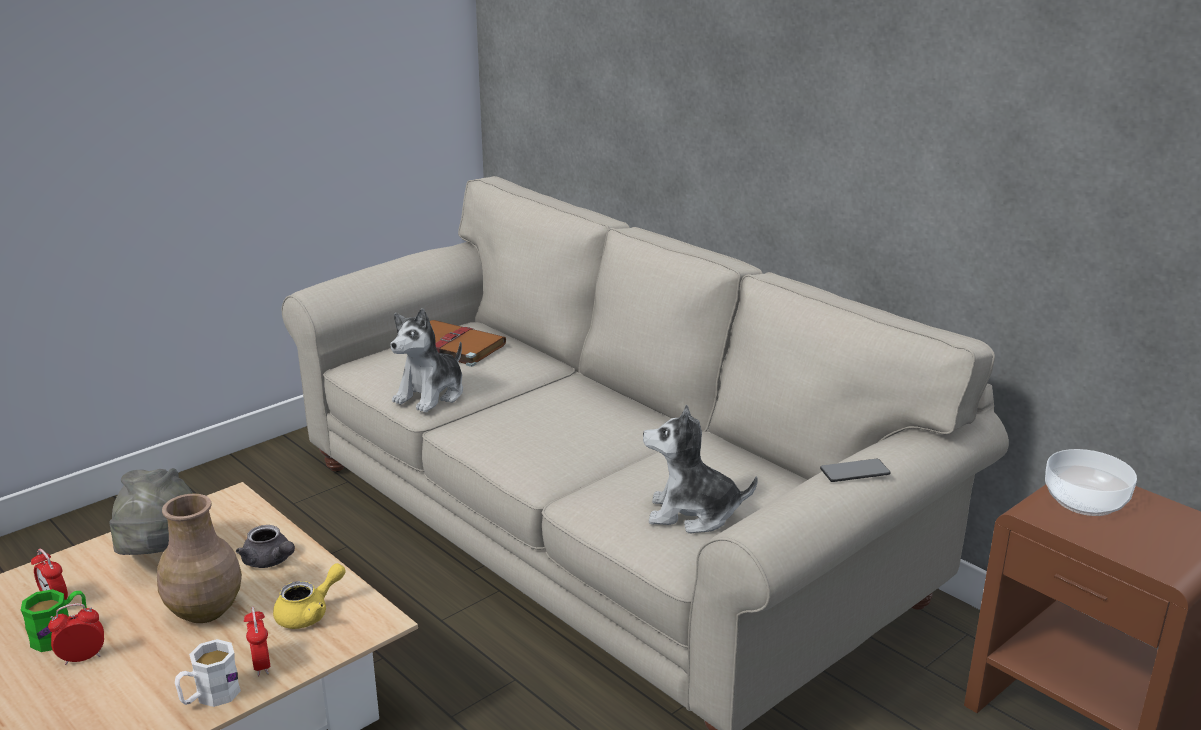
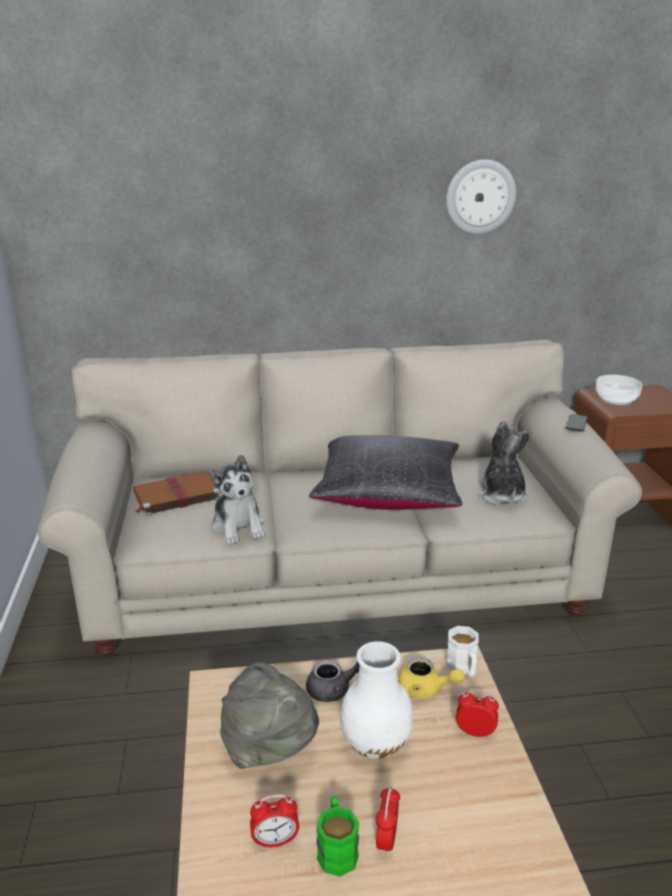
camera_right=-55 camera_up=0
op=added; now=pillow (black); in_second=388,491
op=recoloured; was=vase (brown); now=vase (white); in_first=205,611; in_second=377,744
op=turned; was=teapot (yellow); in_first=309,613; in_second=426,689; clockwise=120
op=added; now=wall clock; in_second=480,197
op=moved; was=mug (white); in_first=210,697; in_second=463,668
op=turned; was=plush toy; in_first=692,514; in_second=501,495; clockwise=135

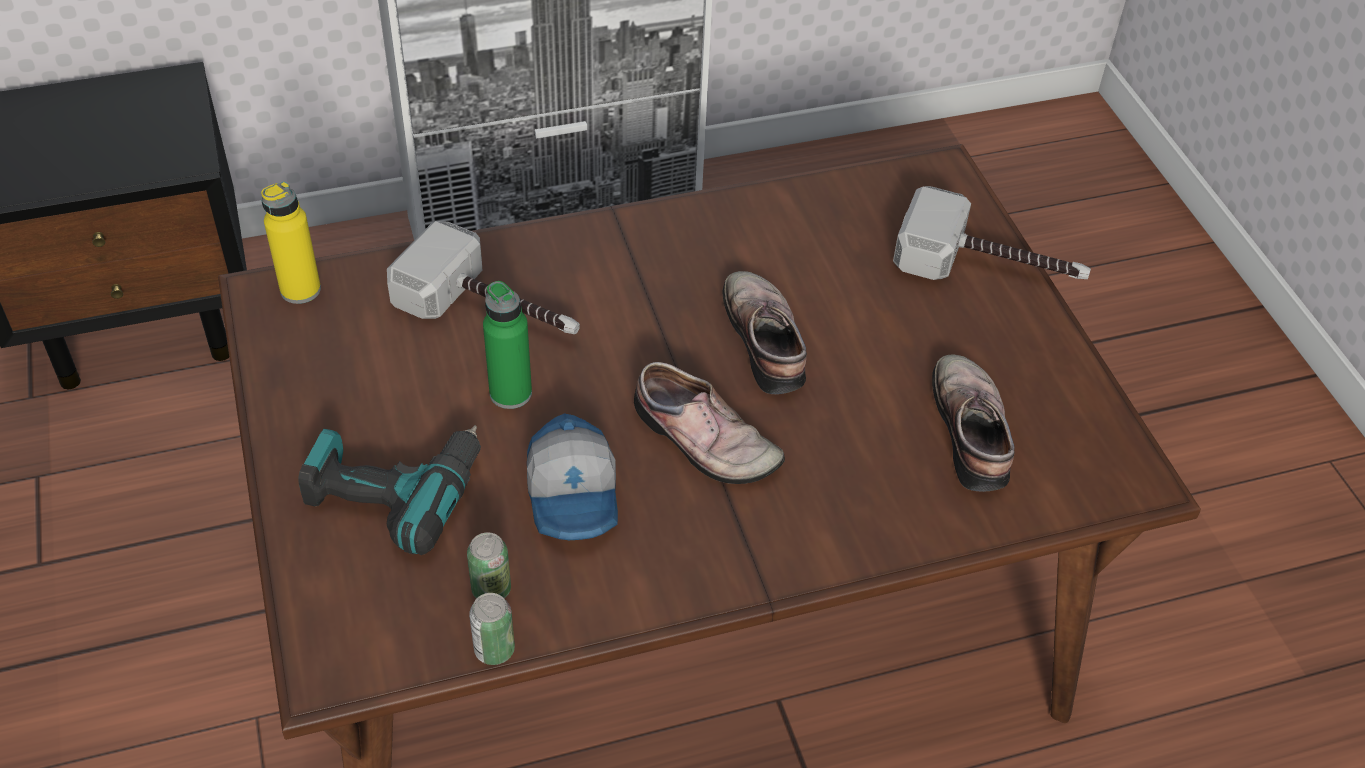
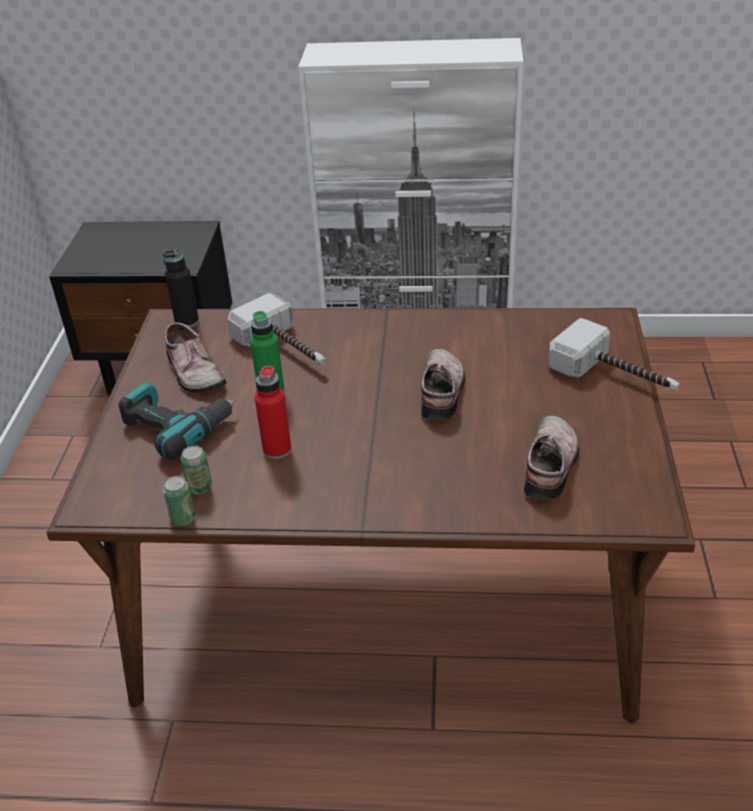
camera_right=25 camera_up=-10
op=recoloured; was=bottle (yellow); now=bottle (black); in_first=300,290; in_second=187,322
op=moved; was=shoe; in_first=702,442; in_second=192,372
op=replaced; was=cap; now=bottle (red); in_first=575,495; in_second=277,450

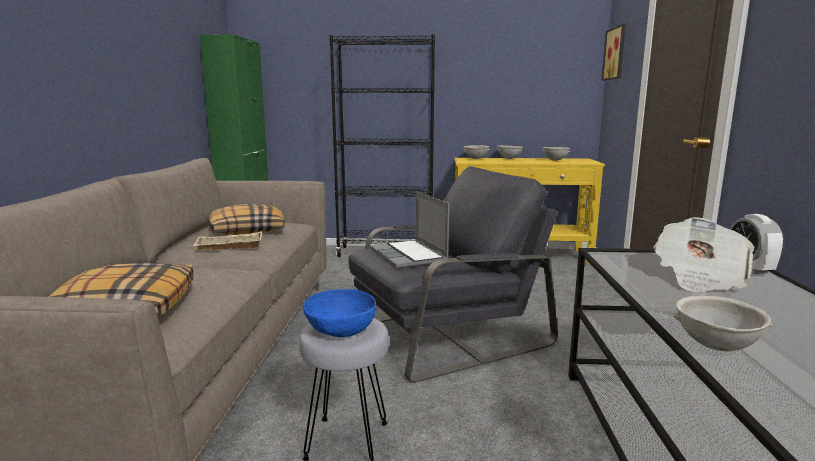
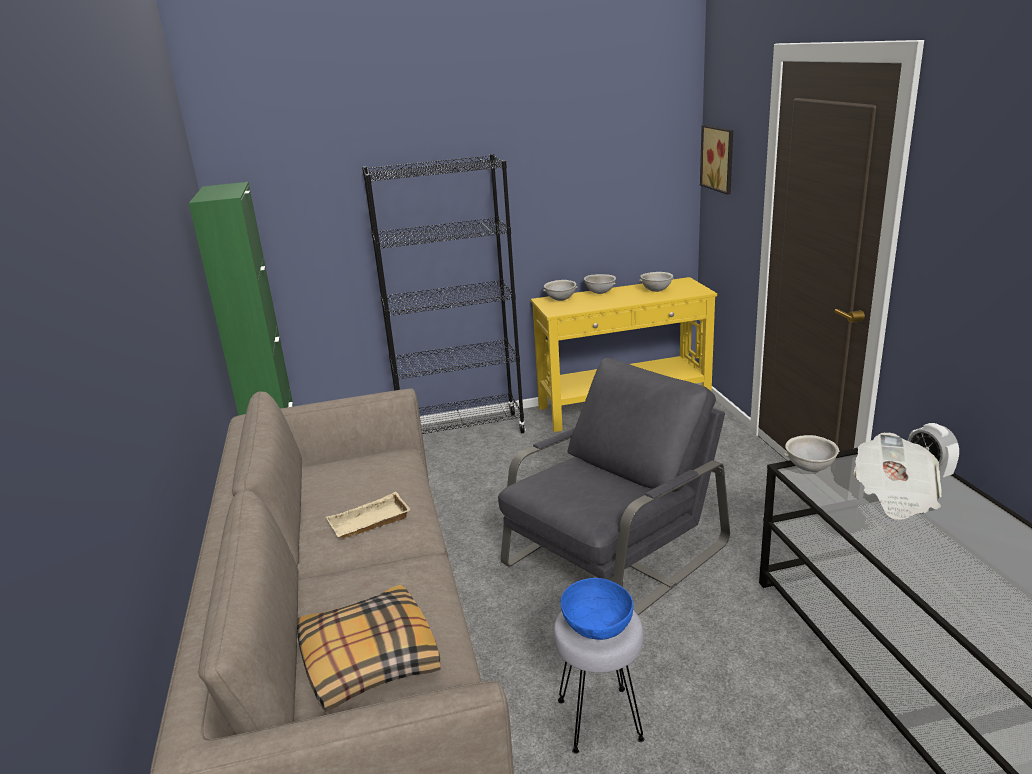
camera_right=-15 camera_up=10
op=moved; was=bowl (grey); in_first=716,347; in_second=810,469
op=removed; was=pillow; in_first=246,230
op=removed; was=laptop; in_first=409,256

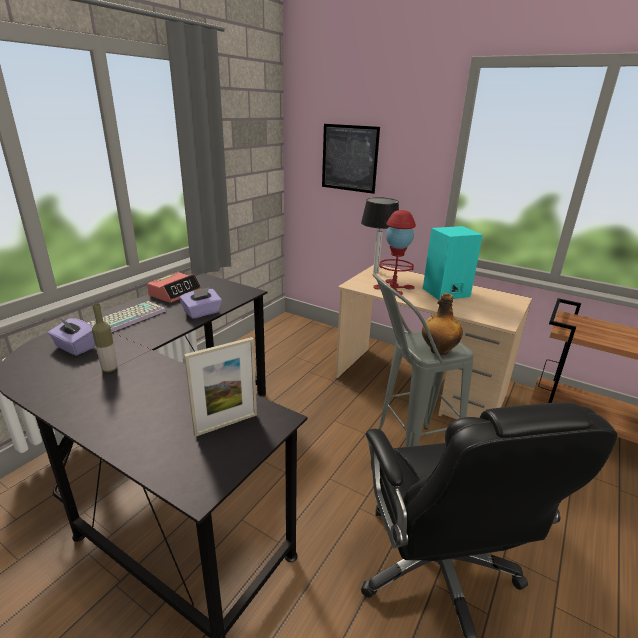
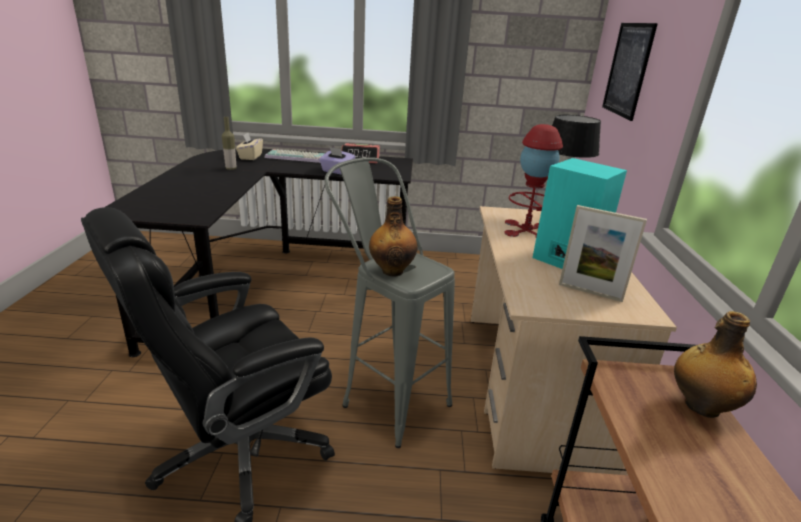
camera_right=60 camera_up=0
op=recoloured; was=tissue box (purple); now=tissue box (beige); in_first=75,347; in_second=250,157
op=moved; was=picture frame; in_first=226,424; in_second=590,292
op=added; now=bottle; in_second=700,406

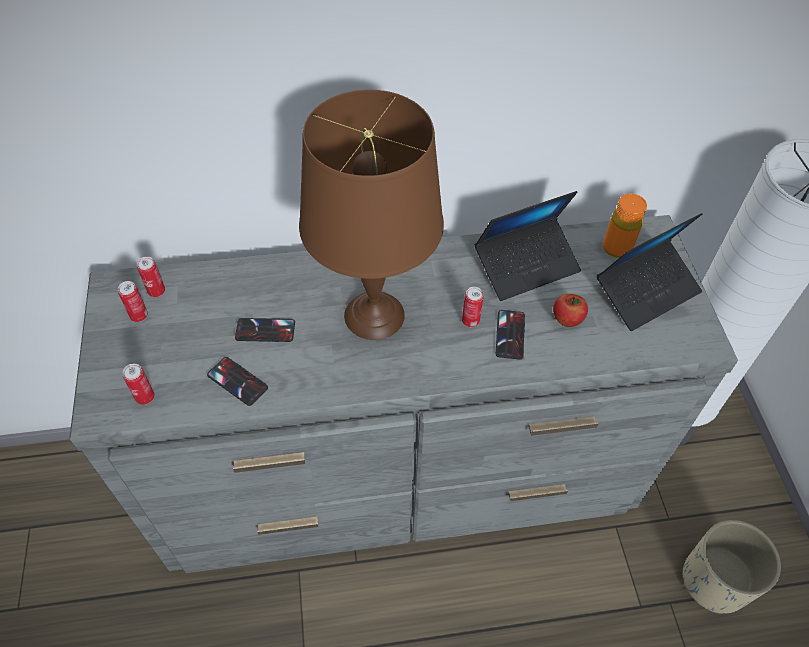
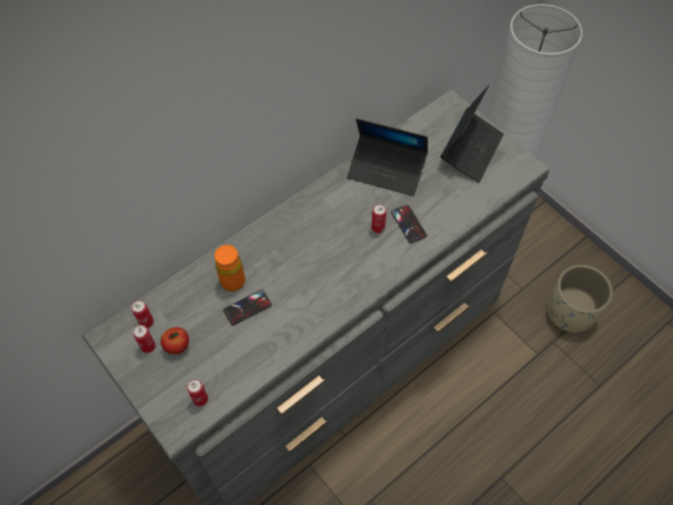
camera_right=-30 camera_up=5
op=moved; was=apple; in_first=567,320; in_second=177,346
op=moved; was=bottle (orange); in_first=617,248; in_second=233,281
op=turned; was=laptop; in_first=526,265; in_second=387,170; clockwise=75
op=removed; was=phone; in_first=237,381
op=removed; was=table lamp (brown); in_first=375,315

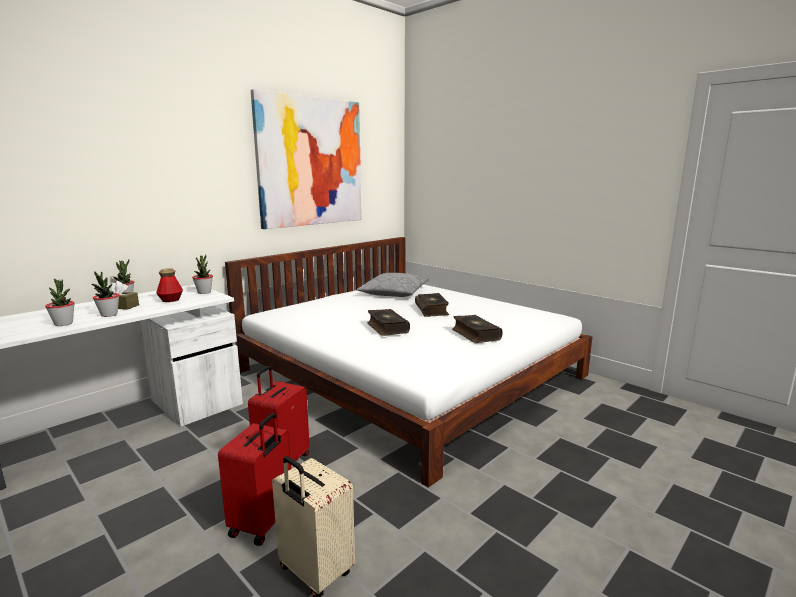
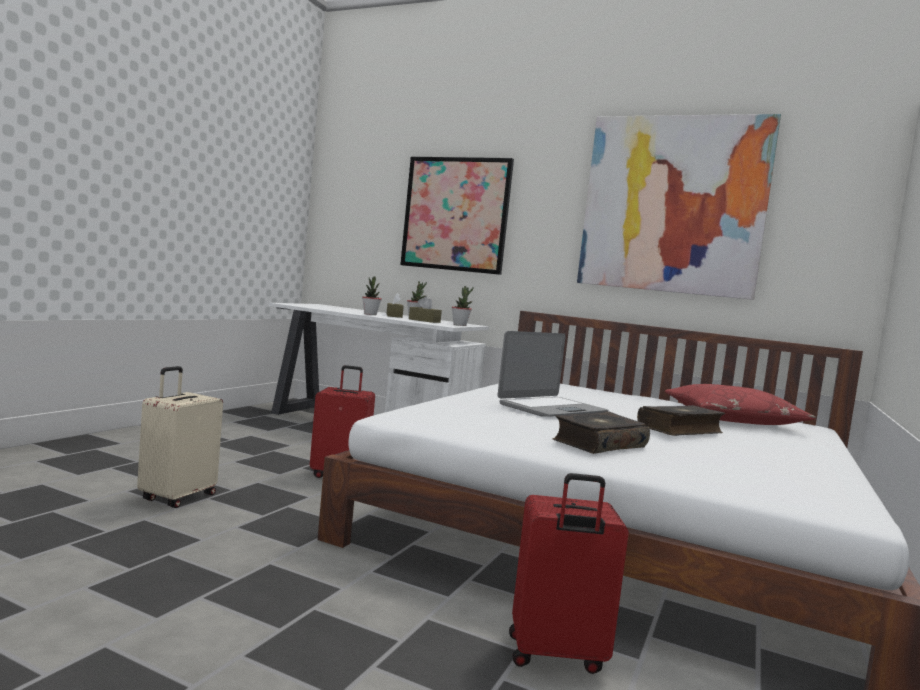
camera_right=70 camera_up=-10
op=added; now=picture; in_second=456,214
op=replaced; was=bottle; now=tissue box (brown); in_first=170,300; in_second=424,321
op=replaced; was=book; now=laptop; in_first=387,328; in_second=551,408
op=moved; was=suitcase (red); in_first=263,523; in_second=556,655
op=recoloured; was=pillow (grey); now=pillow (red); in_first=394,293; in_second=732,419
op=removed; was=potted plant; in_first=64,324

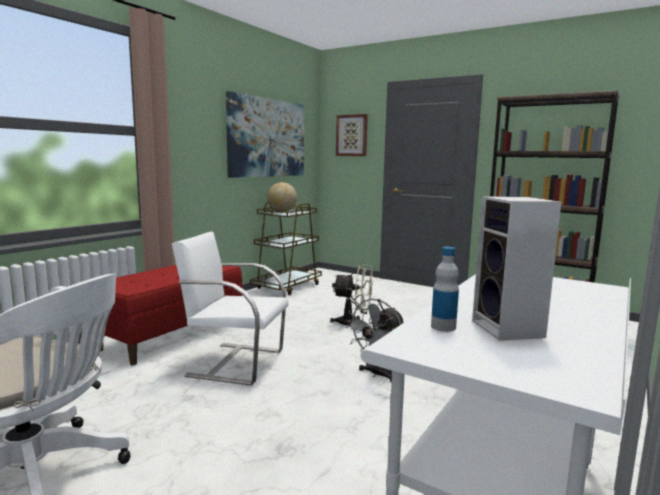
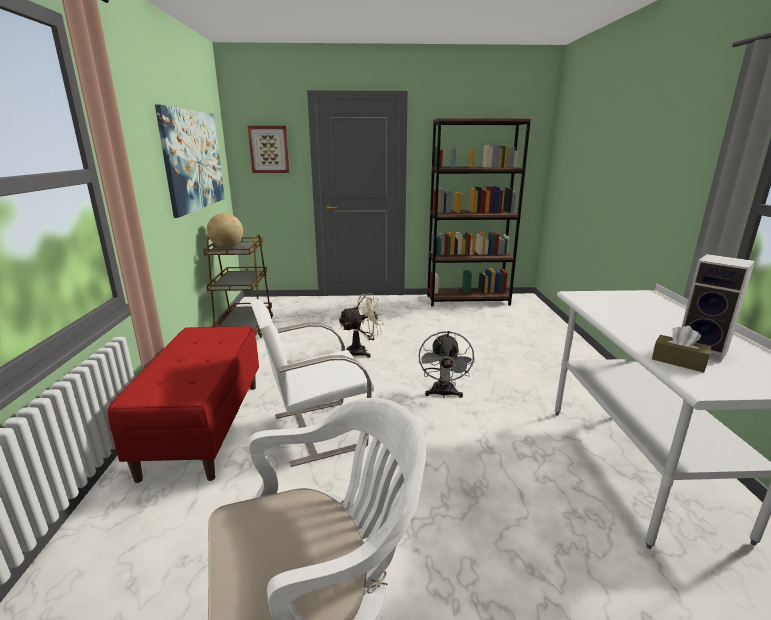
camera_right=-35 camera_up=10
op=replaced; was=bottle; now=tissue box (brown); in_first=443,327; in_second=678,361

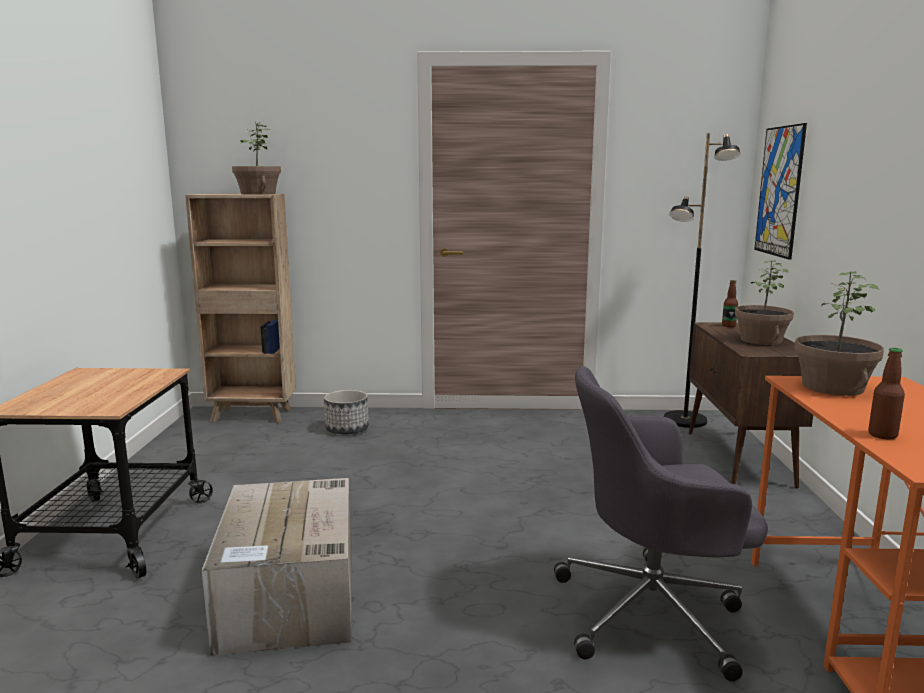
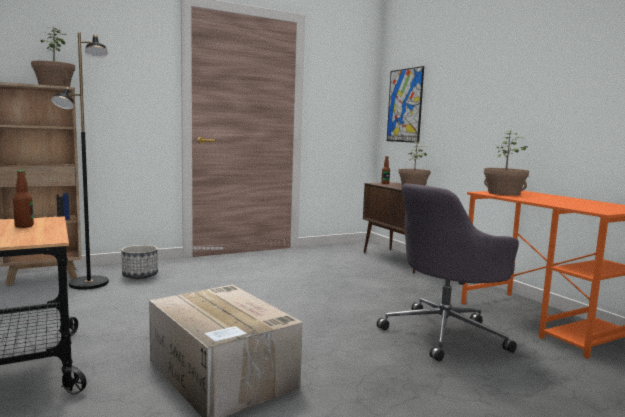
camera_right=-30 camera_up=-5
op=moved; was=bottle; in_first=882,435; in_second=24,226
op=moved; was=floor lamp (black); in_first=685,420; in_second=89,284

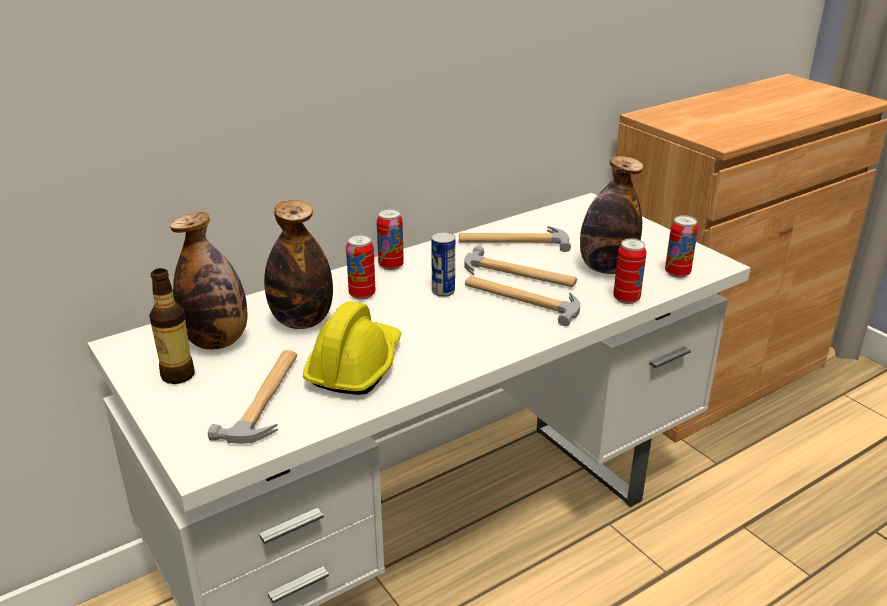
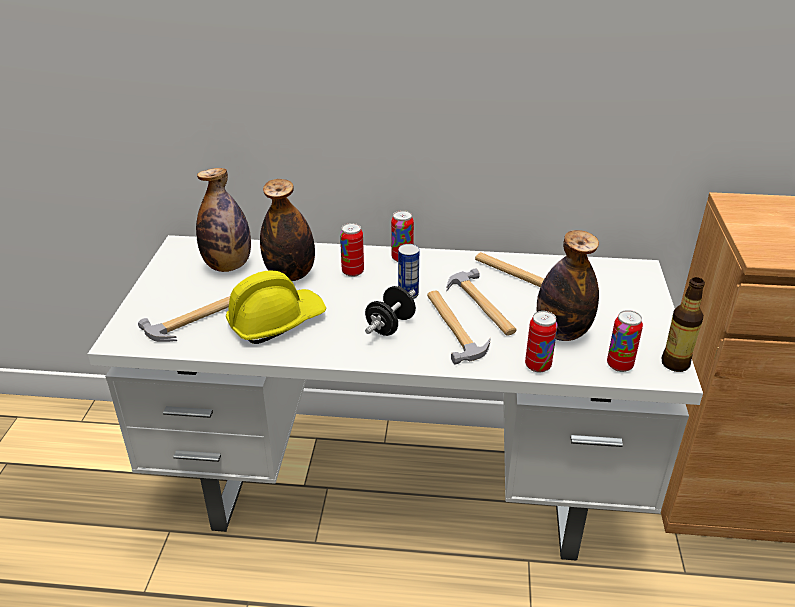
camera_right=40 camera_up=5
op=added; now=dumbbell (black); in_second=390,326
op=moved; was=bottle; in_first=178,375; in_second=675,364

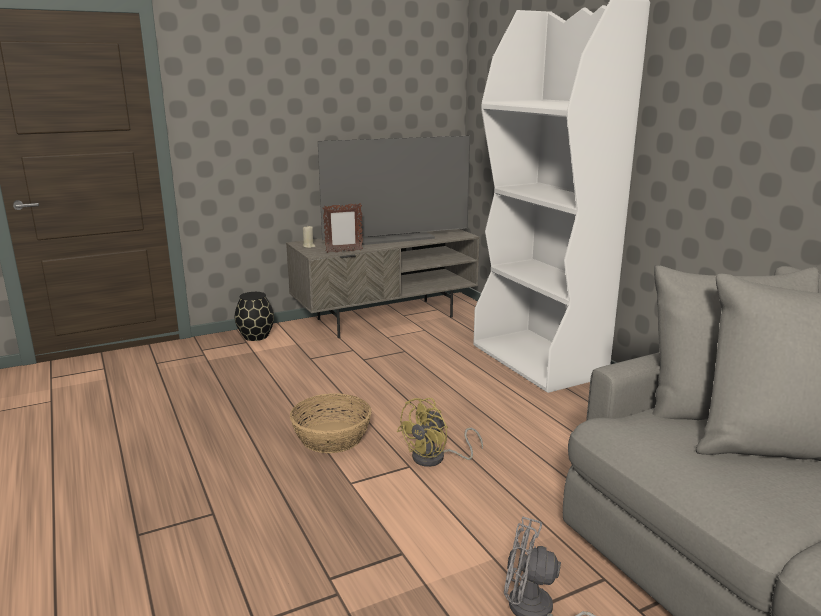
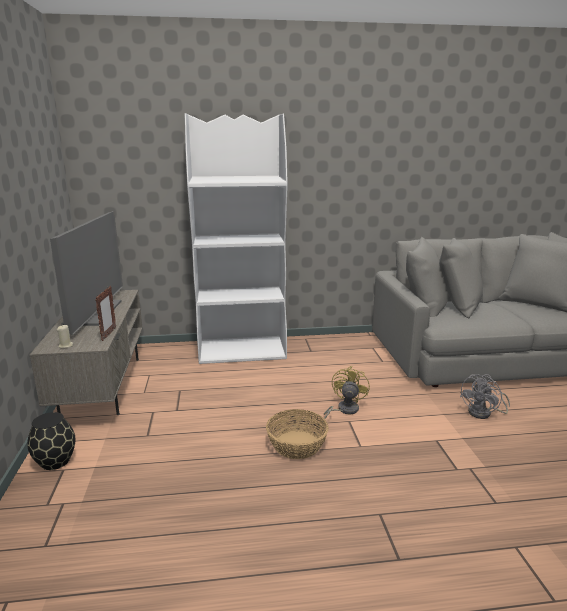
camera_right=-70 camera_up=0
op=turned; was=fan (yellow); in_first=436,458; in_second=344,410; clockwise=-135

